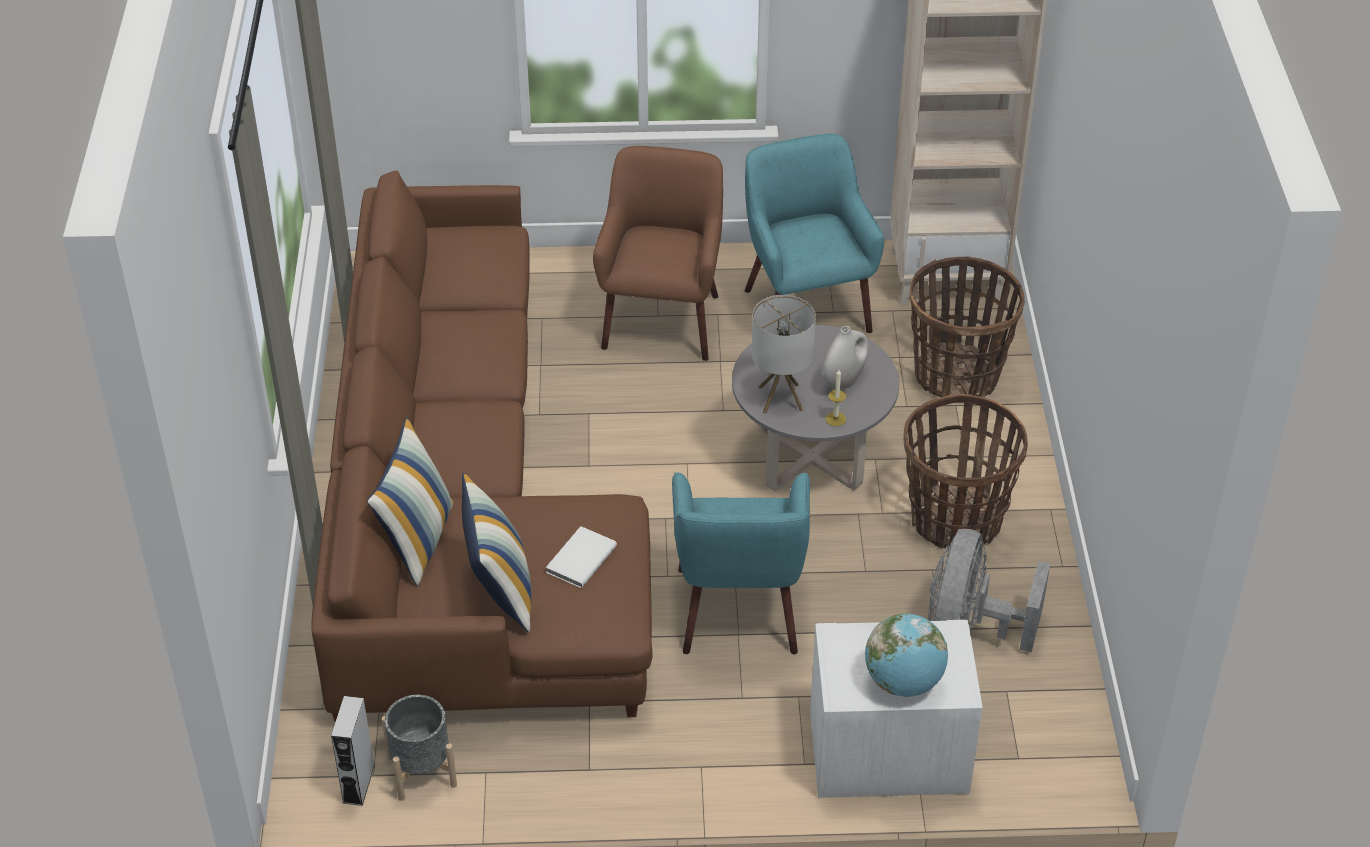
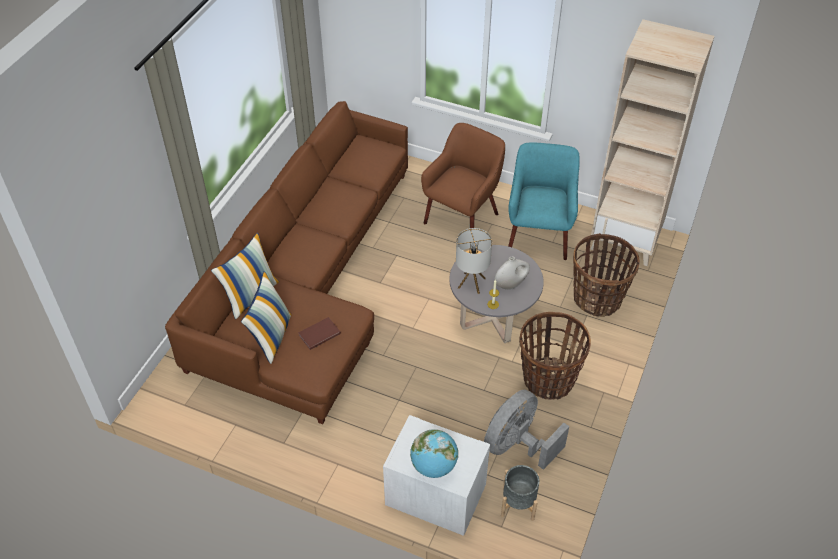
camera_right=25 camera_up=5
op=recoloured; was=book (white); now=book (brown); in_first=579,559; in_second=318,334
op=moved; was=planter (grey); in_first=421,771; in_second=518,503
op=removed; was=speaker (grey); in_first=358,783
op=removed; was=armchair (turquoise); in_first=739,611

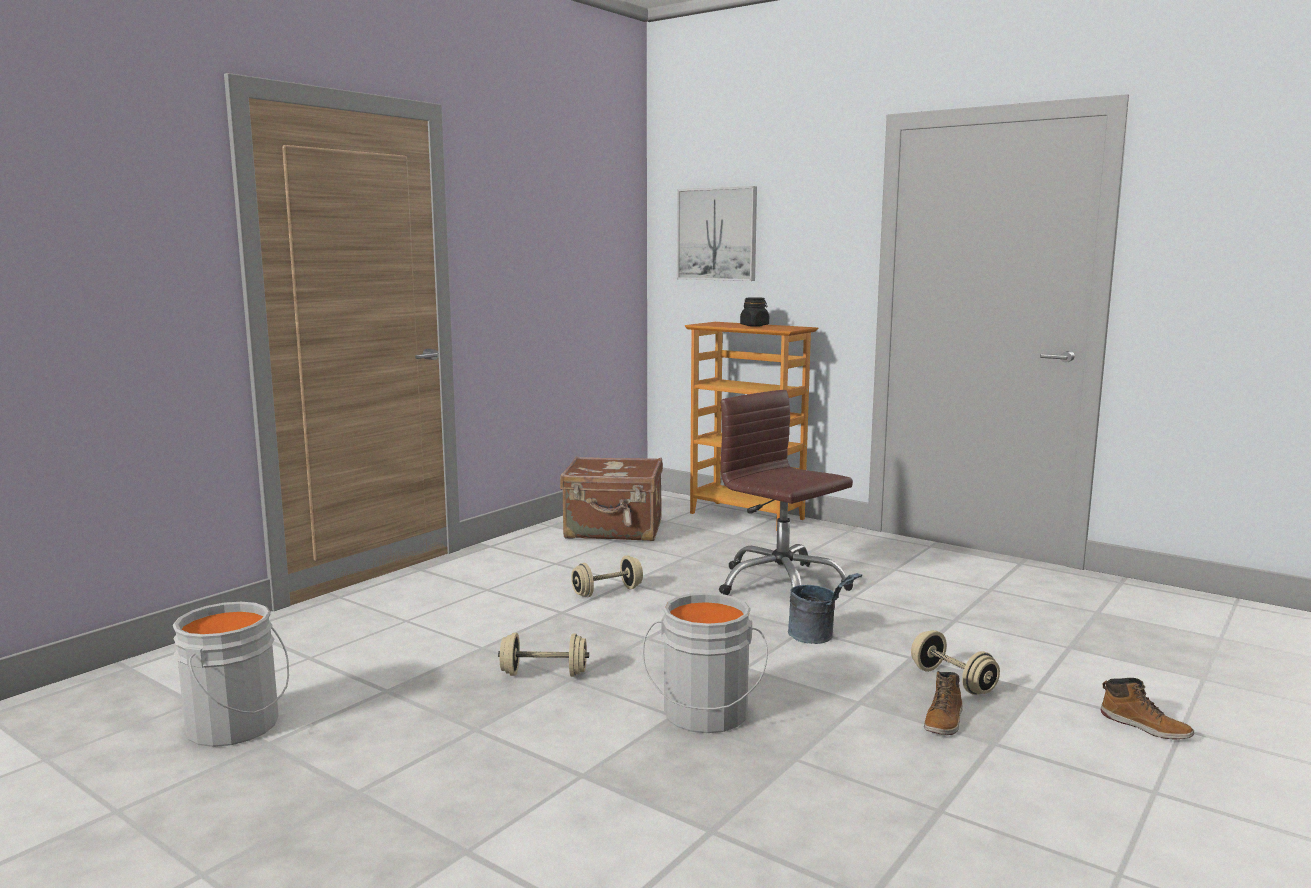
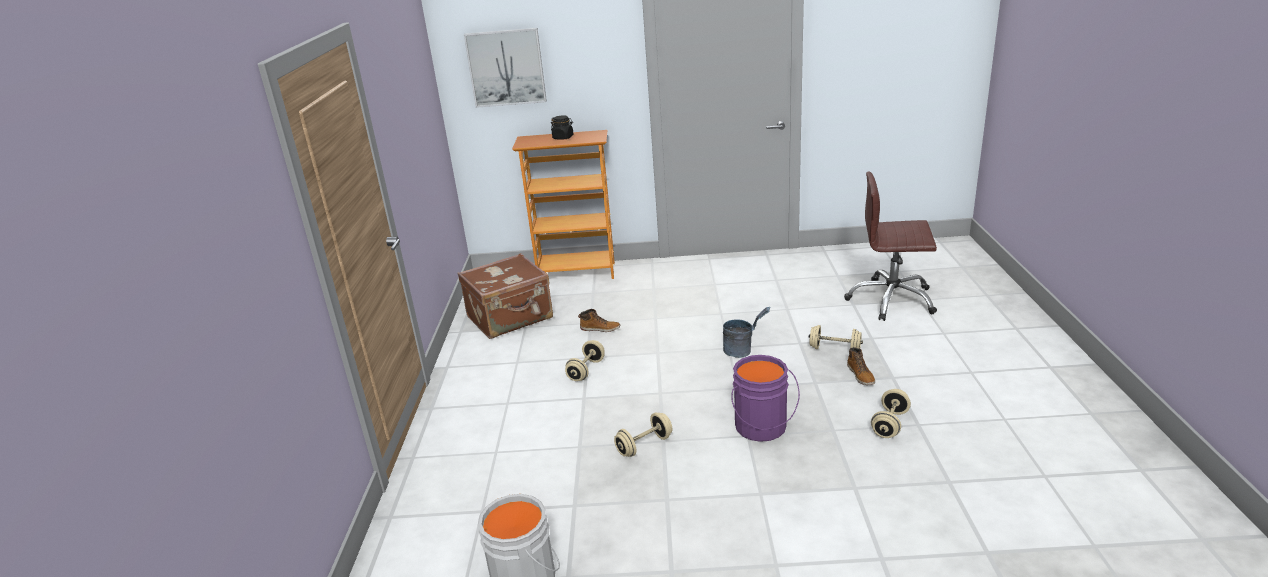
camera_right=-35 camera_up=15
op=moved; was=boot; in_first=1145,726; in_second=600,328
op=recoloured; was=bucket (grey); now=bucket (purple); in_first=704,715; in_second=762,428
op=moved; was=office chair (brown); in_first=780,584; in_second=891,300
op=added; now=dumbbell (beige); in_second=890,424

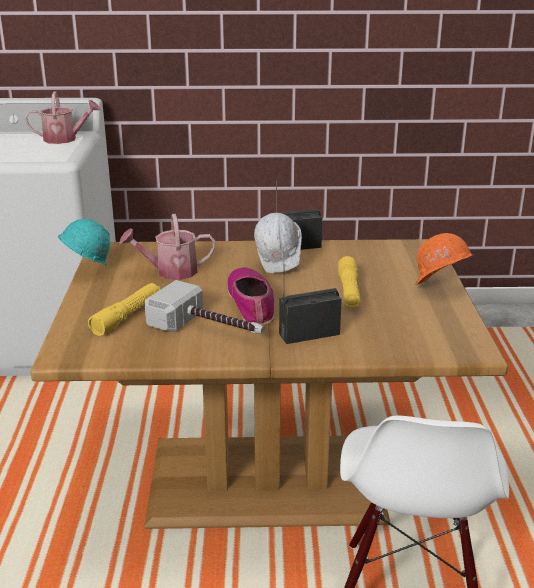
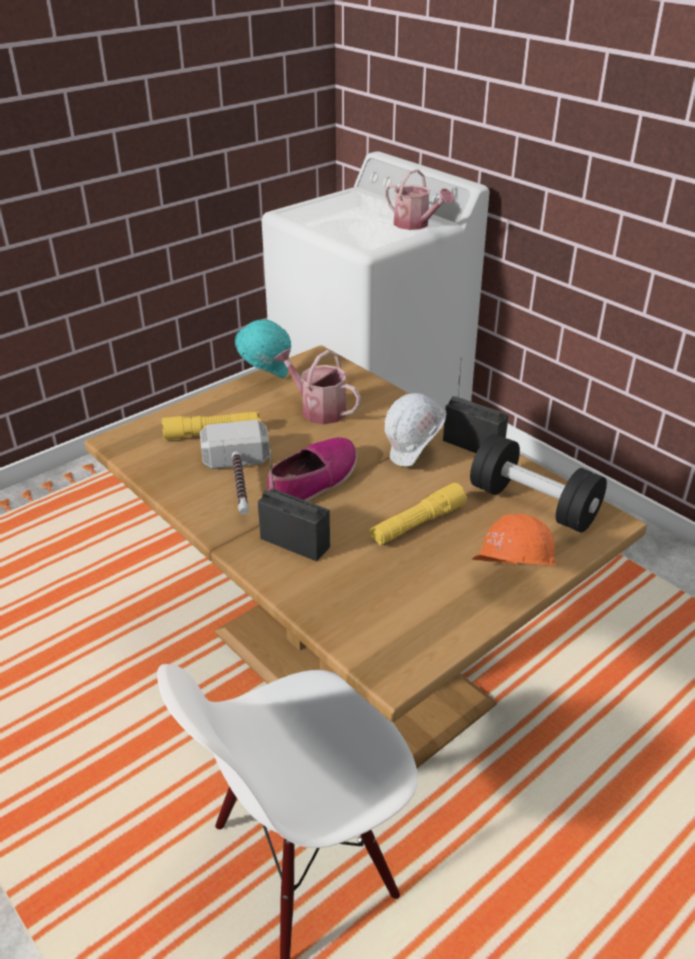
camera_right=50 camera_up=10
op=added; now=dumbbell (black); in_second=533,504

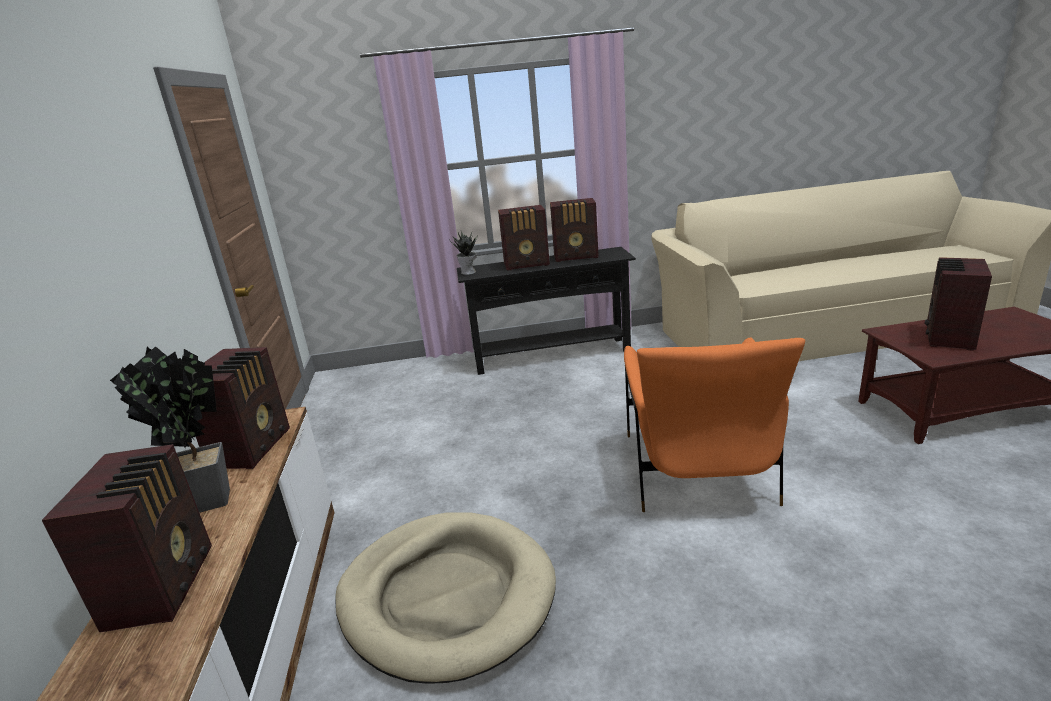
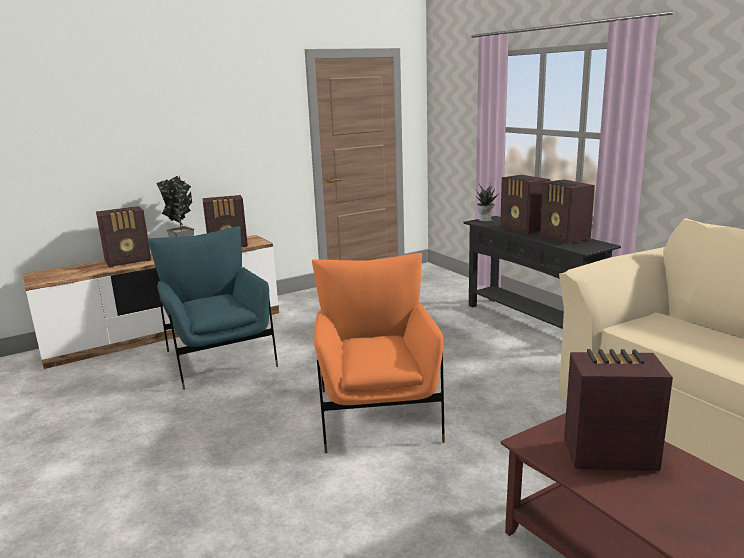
camera_right=65 camera_up=-5
op=replaced; was=dog bed (beige); now=armchair (blue); in_first=446,596; in_second=219,357
op=turned; was=armchair (orange); in_first=698,471; in_second=378,412; clockwise=105

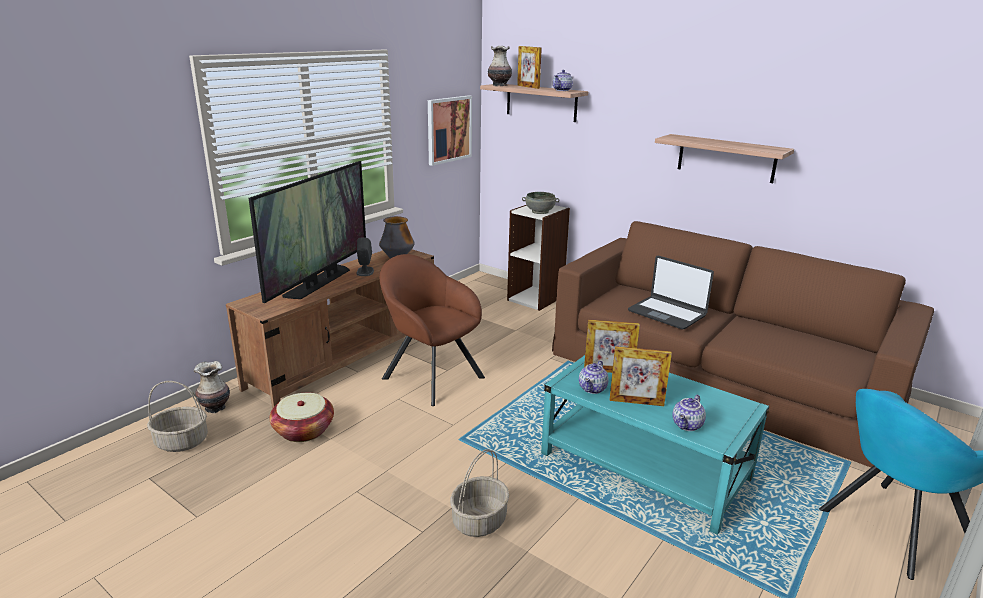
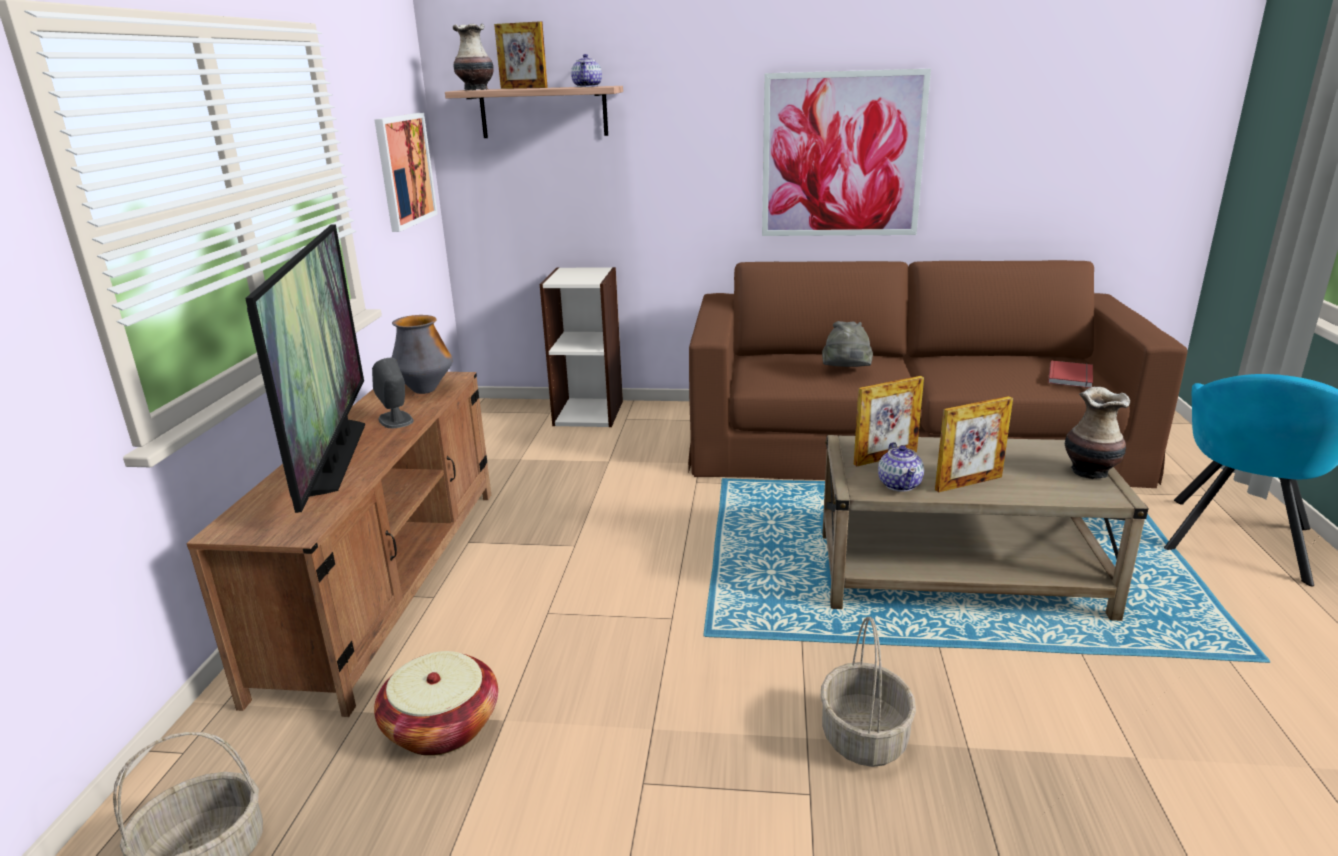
camera_right=-30 camera_up=0
op=replaced; was=shelf; now=picture; in_first=726,158; in_second=842,155
op=replaced; was=laptop; now=hat (grey); in_first=667,313; in_second=846,373
op=recoloured; was=coffee table (turquoise); now=coffee table (beige); in_first=644,466; in_second=958,574
op=added; now=book (red); in_second=1072,377
op=moved; was=vase; in_first=215,408; in_second=1090,471
op=removed; was=armchair (brown); in_first=429,376
op=removed; was=bowl (grey); in_first=540,211
op=removed; was=teapot; in_first=688,425

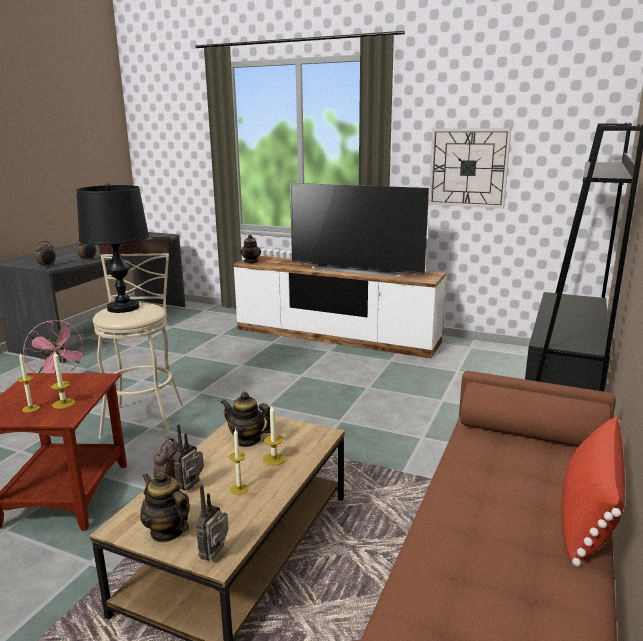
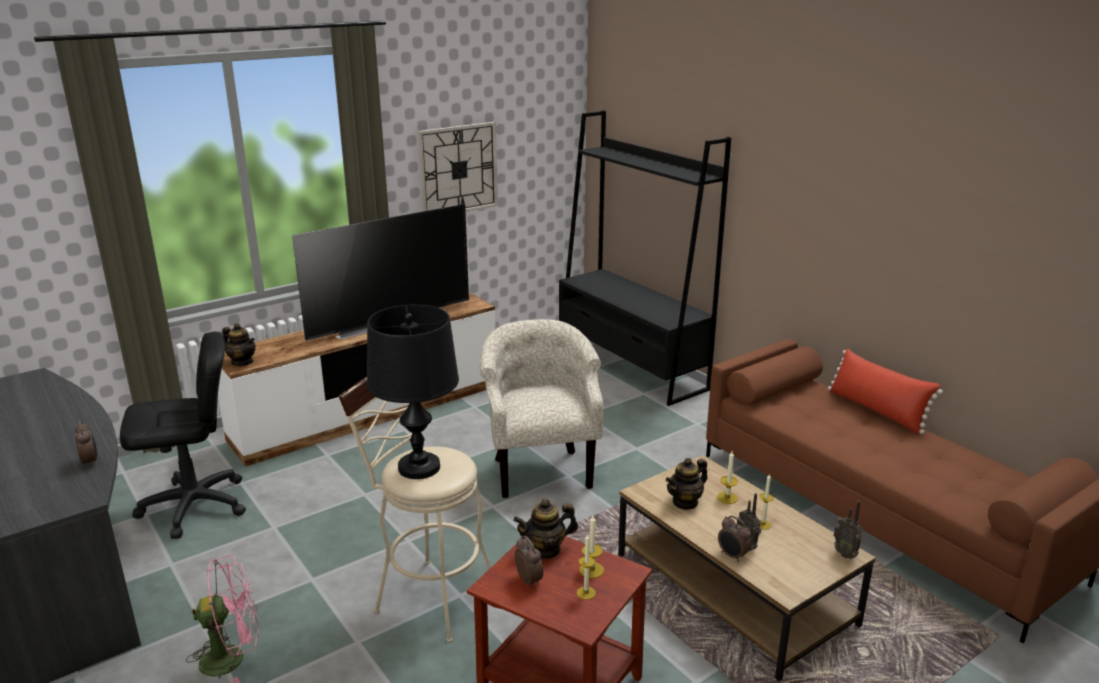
camera_right=-60 camera_up=5
op=added; now=office chair (black); in_second=194,506
op=added; now=armchair (beige); in_second=540,470
op=moved; was=teapot; in_first=167,531; in_second=546,550
op=moved; was=alarm clock; in_first=47,266; in_second=529,580

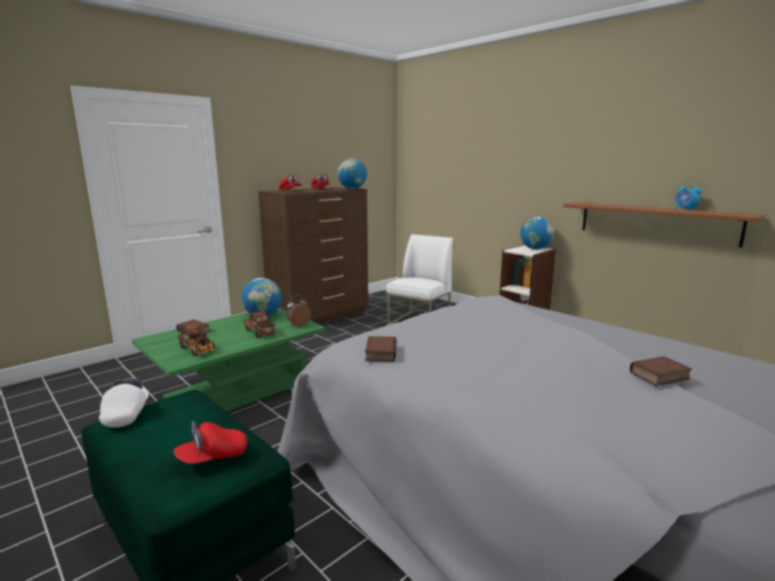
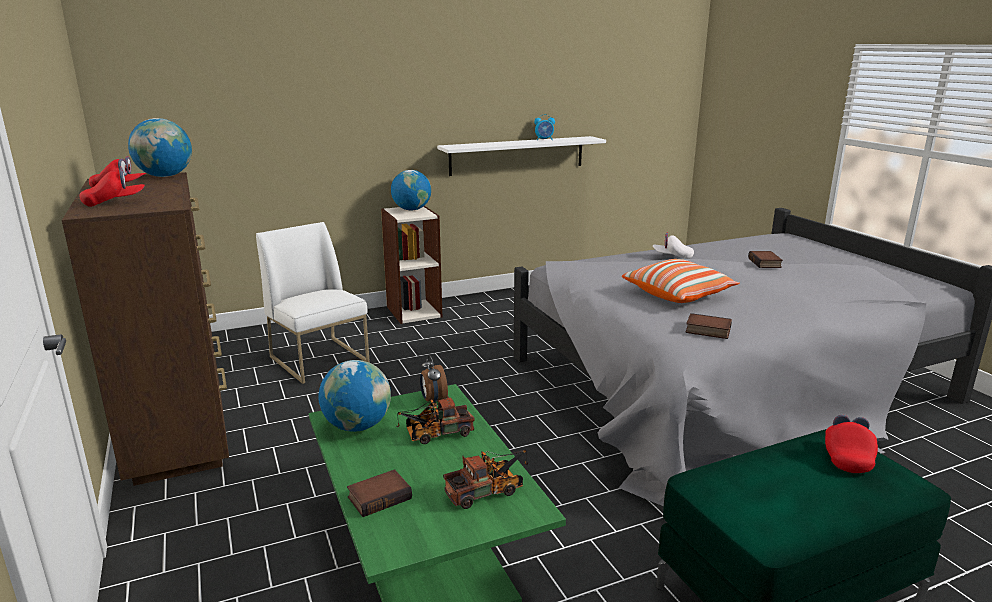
camera_right=-70 camera_up=5
op=recoloured; was=shelf (brown); now=shelf (white); in_first=656,222; in_second=517,155
op=added; now=pillow; in_second=678,294
op=moved; was=cap (white); in_first=126,414; in_second=672,257
op=turned; was=cap (red); in_first=213,457; in_second=847,457; clockwise=-150

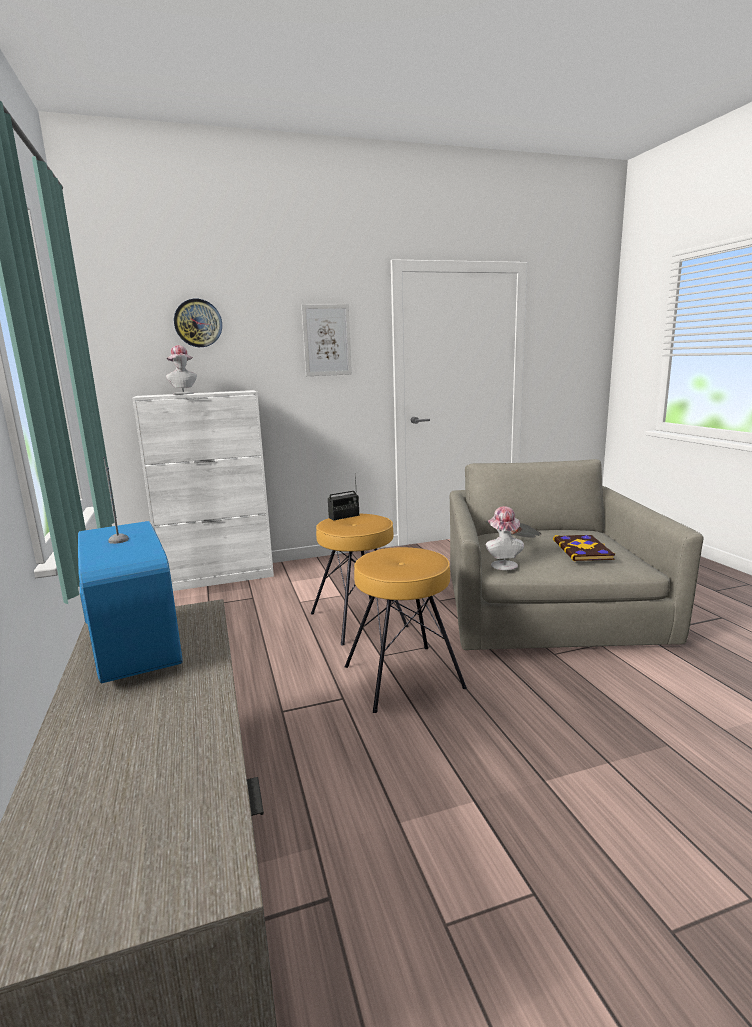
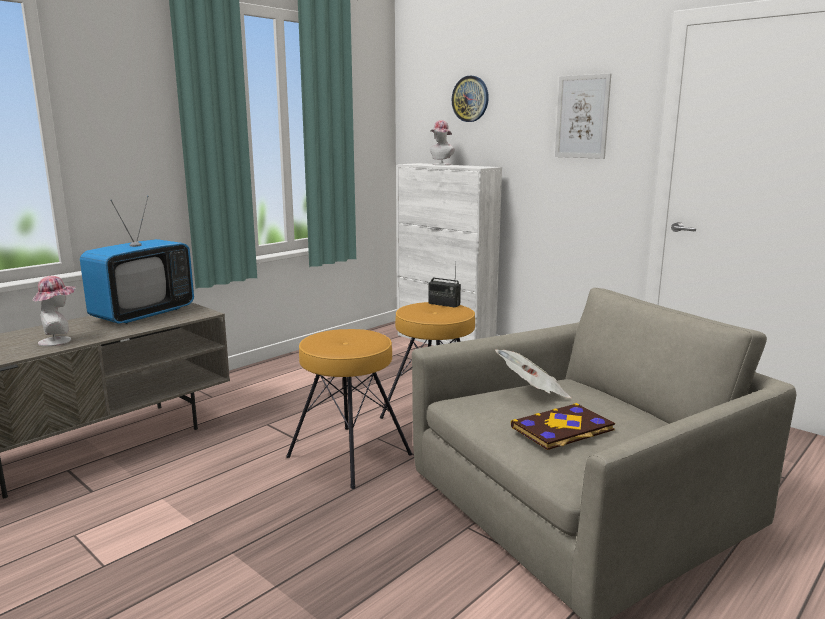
camera_right=60 camera_up=0
op=moved; was=hat; in_first=502,564; in_second=59,340

